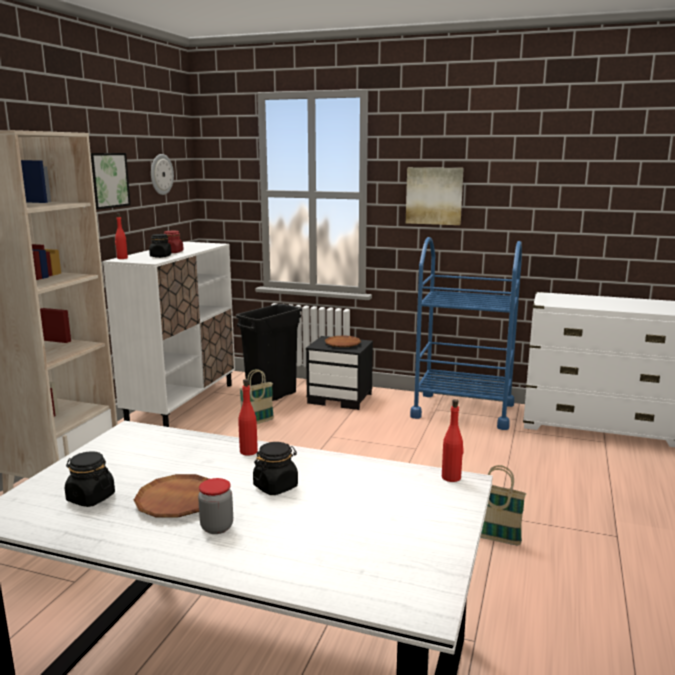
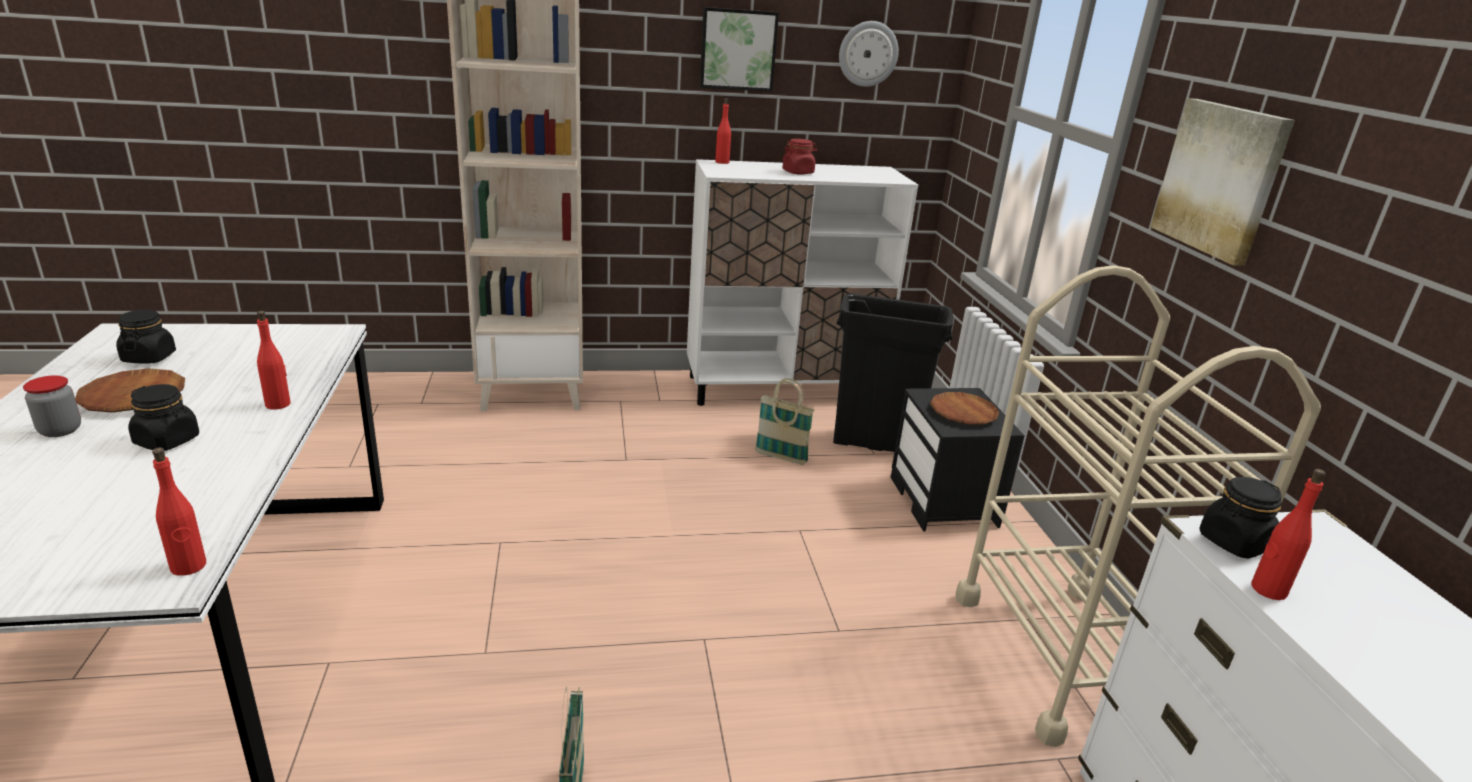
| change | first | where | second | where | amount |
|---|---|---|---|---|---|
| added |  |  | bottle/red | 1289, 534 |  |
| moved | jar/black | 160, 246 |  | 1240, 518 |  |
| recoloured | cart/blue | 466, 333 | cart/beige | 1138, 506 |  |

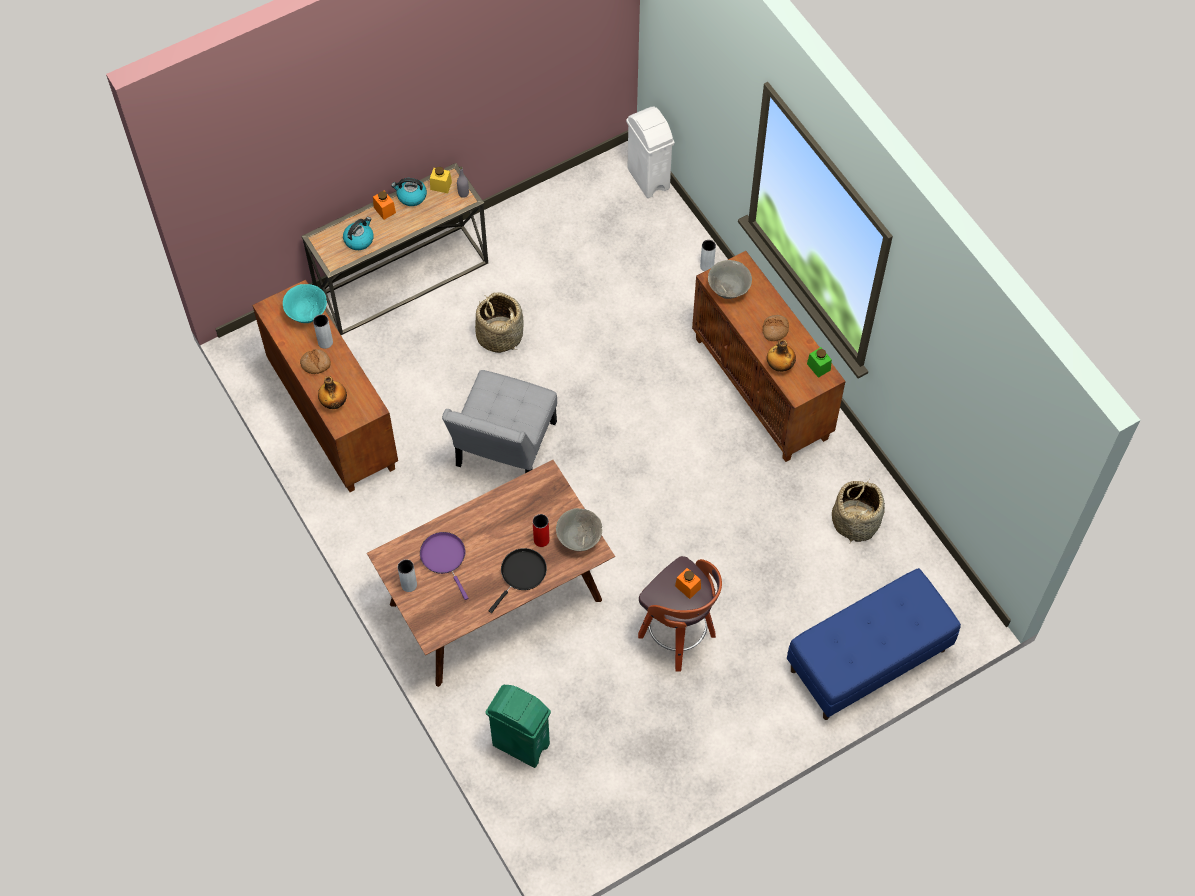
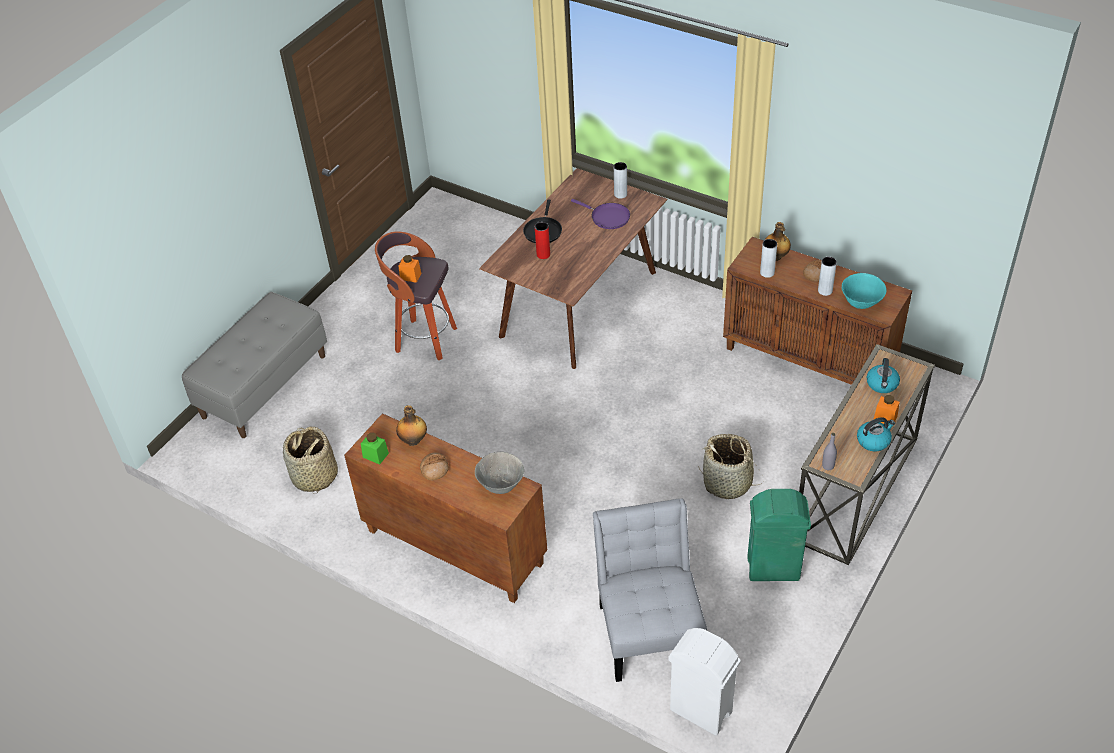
| change | first | where | second | where | amount |
|---|---|---|---|---|---|
| removed | jar/yellow | 441, 180 |  |  |  |
| removed | bowl/grey | 579, 529 |  |  |  |
| moved | chair/grey | 499, 421 |  | 650, 590 |  |
| moved | trash can/green | 518, 726 |  | 779, 535 |  |
| moved | vase/grey | 708, 255 |  | 768, 258 |  |
| recoloured | bench/blue | 874, 644 | bench/grey | 254, 365 |  |

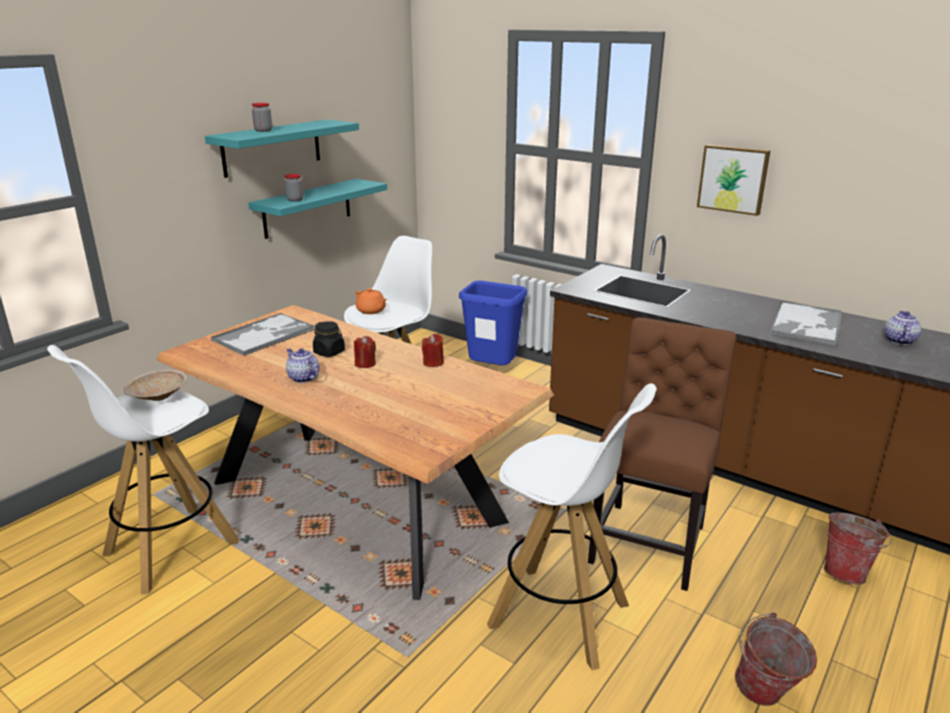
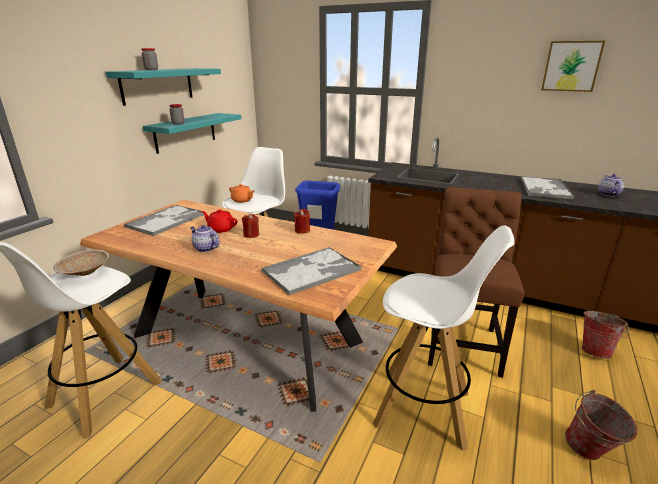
| change | first | where | second | where | amount |
|---|---|---|---|---|---|
| added |  |  | tray | 311, 271 |  |
| moved | picture | 733, 180 |  | 573, 66 |  |
| replaced | jar/black | 329, 339 | teapot/red | 219, 221 |  |

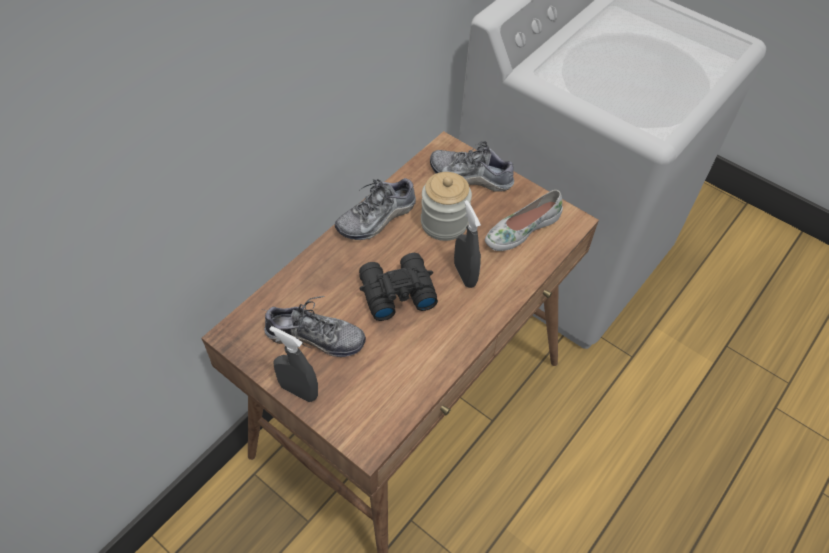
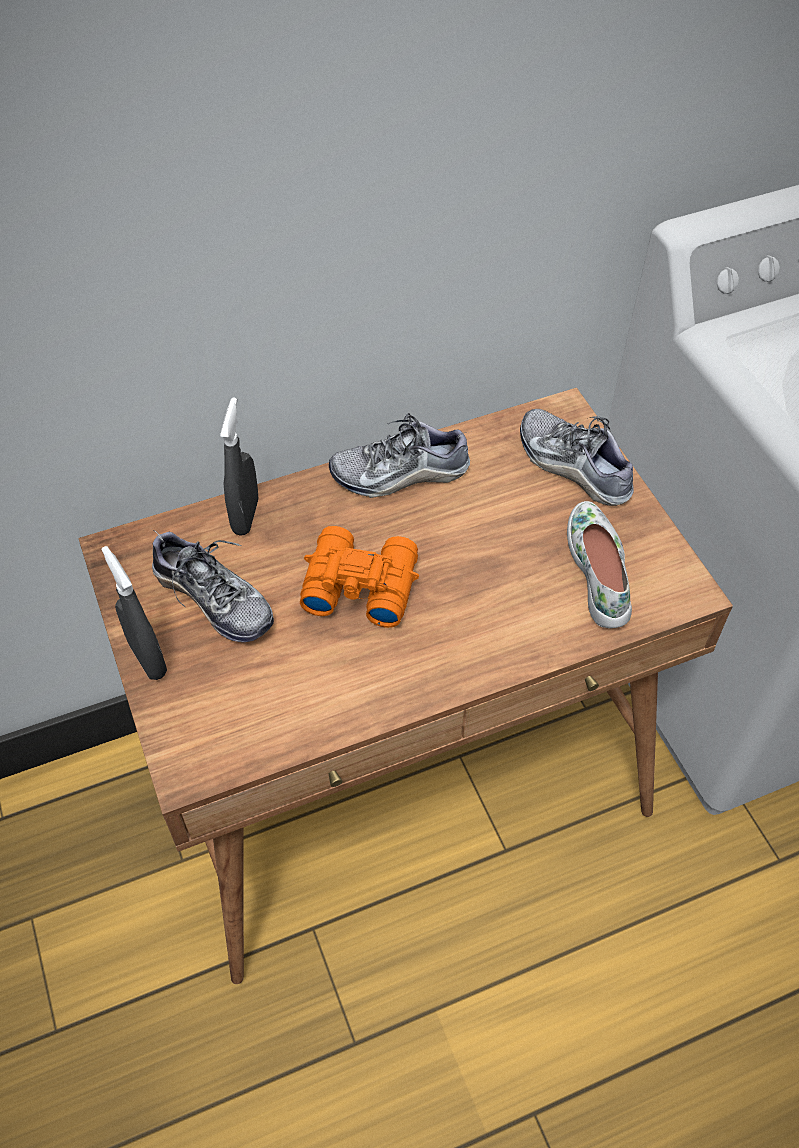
| change | first | where | second | where | amount |
|---|---|---|---|---|---|
| removed | jar | 446, 206 |  |  |  |
| moved | spray bottle/grey | 467, 244 |  | 239, 467 |  |
| recoloured | binoculars/black | 398, 287 | binoculars/orange | 359, 577 |  |
| turned | shoe/white | 524, 220 |  | 599, 564 | 90 degrees clockwise |

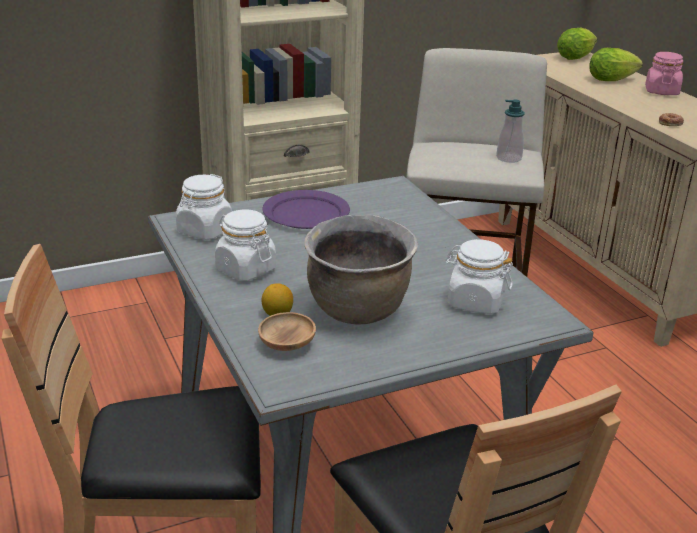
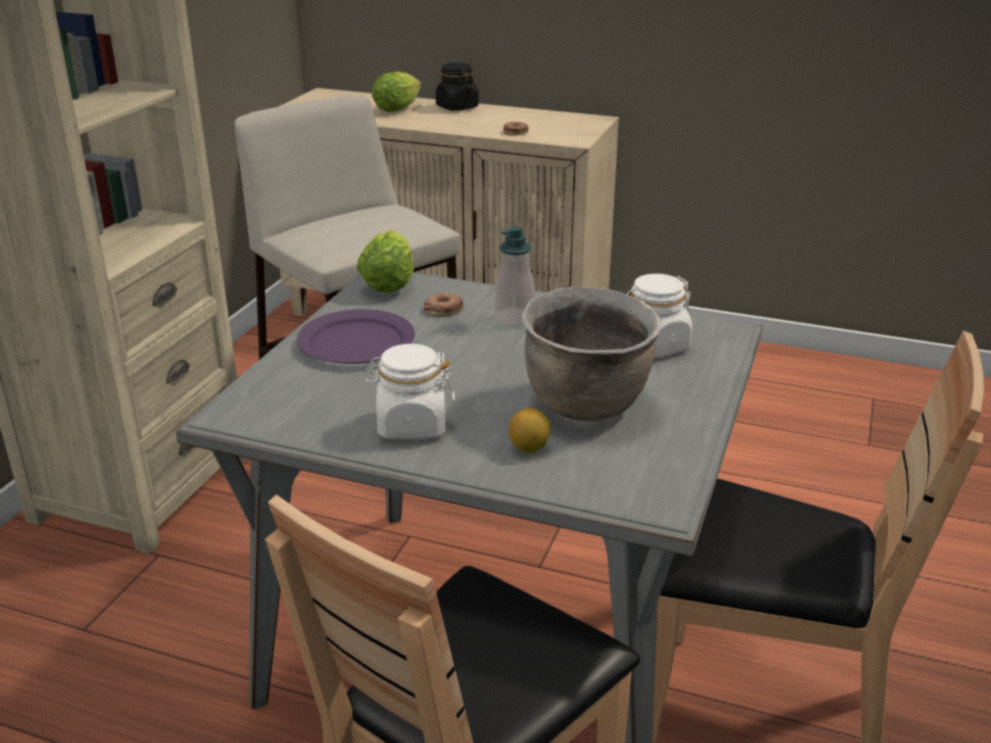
| change | first | where | second | where | amount |
|---|---|---|---|---|---|
| removed | jar/white | 204, 207 |  |  |  |
| removed | bowl/brown | 287, 331 |  |  |  |
| added |  |  | donut | 444, 304 |  |
| moved | soap dispenser | 510, 131 |  | 514, 276 |  |
| moved | lettuce | 577, 44 |  | 385, 261 |  |
| recoloured | jar/pink | 664, 73 | jar/black | 457, 86 |  |

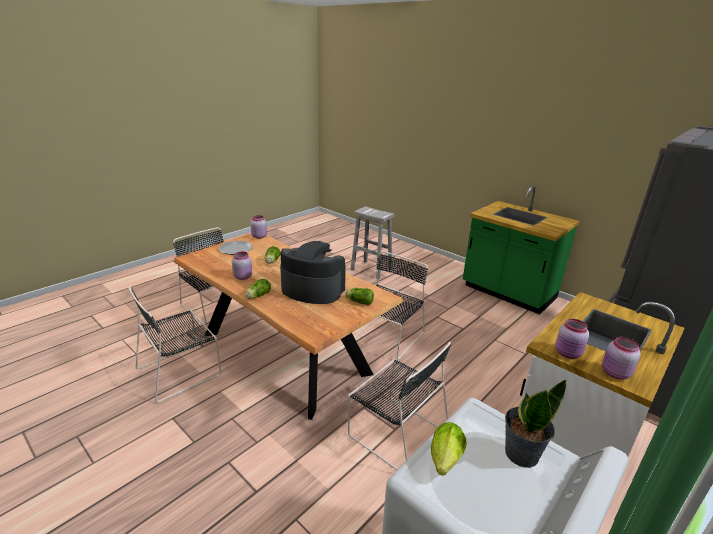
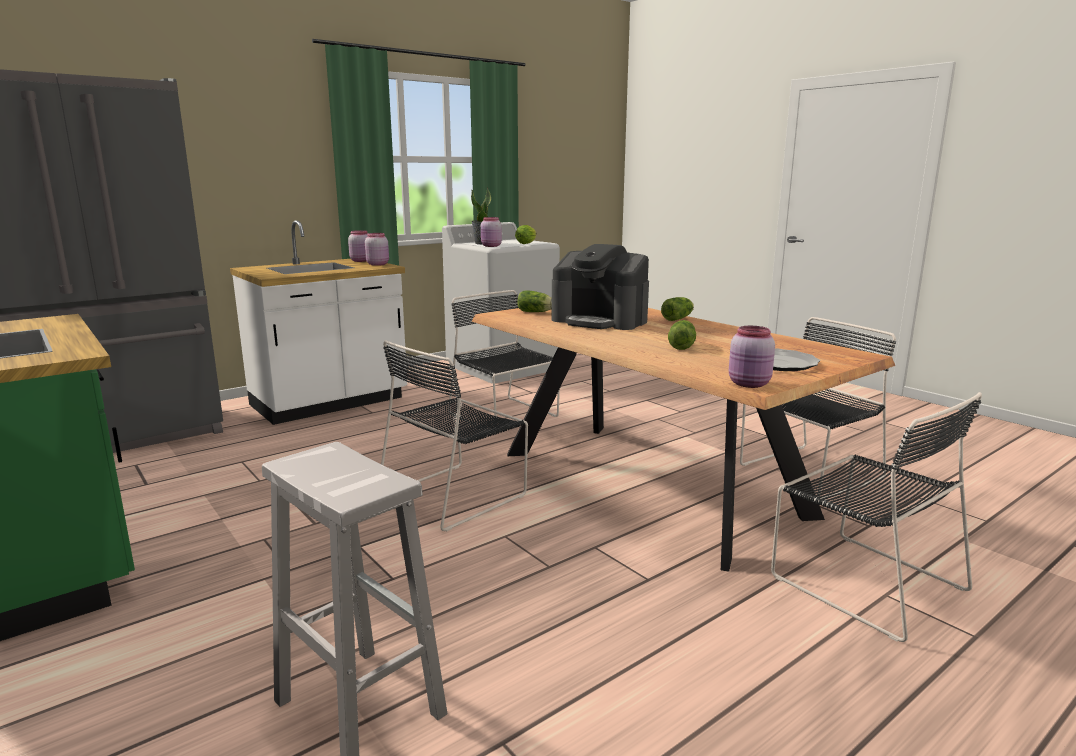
| change | first | where | second | where | amount |
|---|---|---|---|---|---|
| moved | jar/pink | 242, 266 |  | 491, 232 |  |

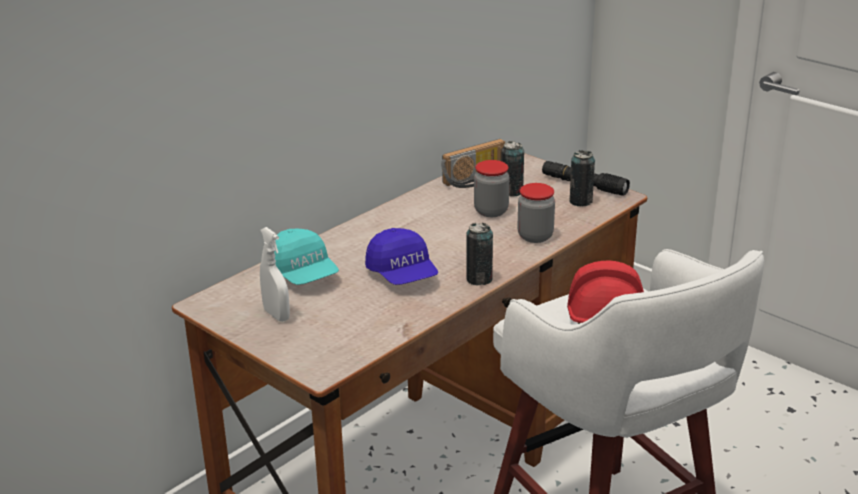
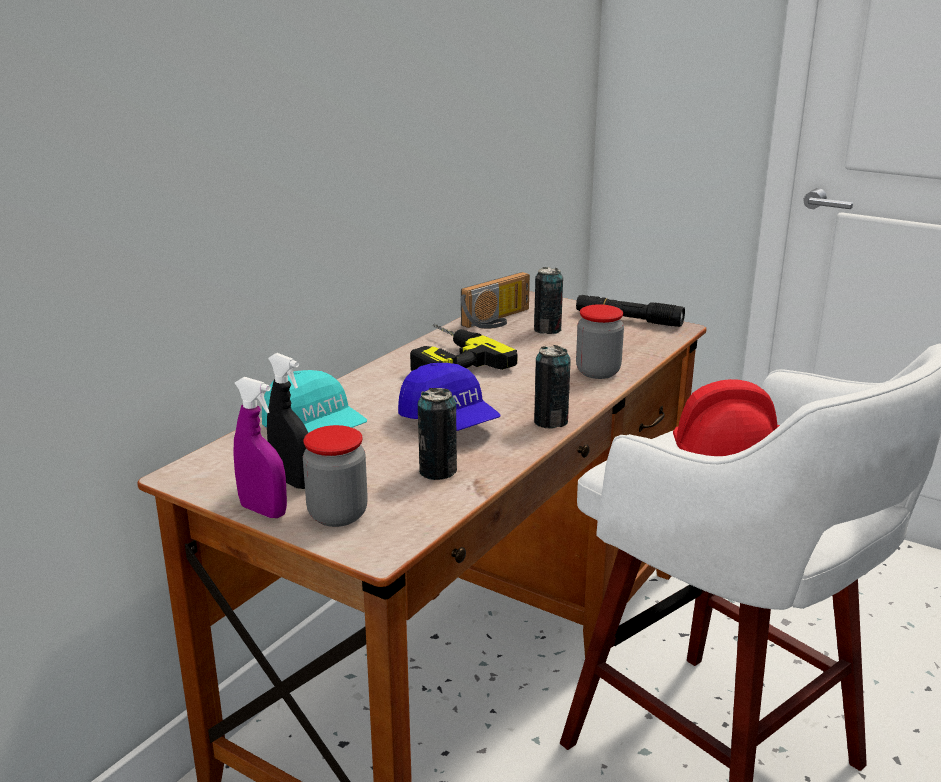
| change | first | where | second | where | amount |
|---|---|---|---|---|---|
| added |  |  | spray bottle/purple | 260, 447 |  |
| added |  |  | power drill | 464, 347 |  |
| moved | jar | 491, 188 |  | 335, 476 |  |
| moved | can | 582, 178 |  | 437, 434 |  |
| recoloured | spray bottle/white | 275, 274 | spray bottle/black | 287, 421 |  |

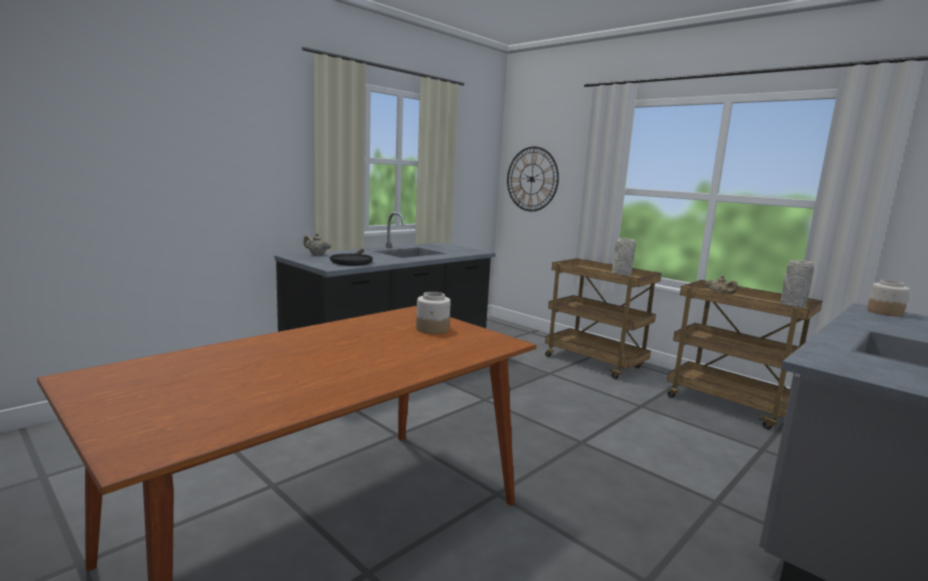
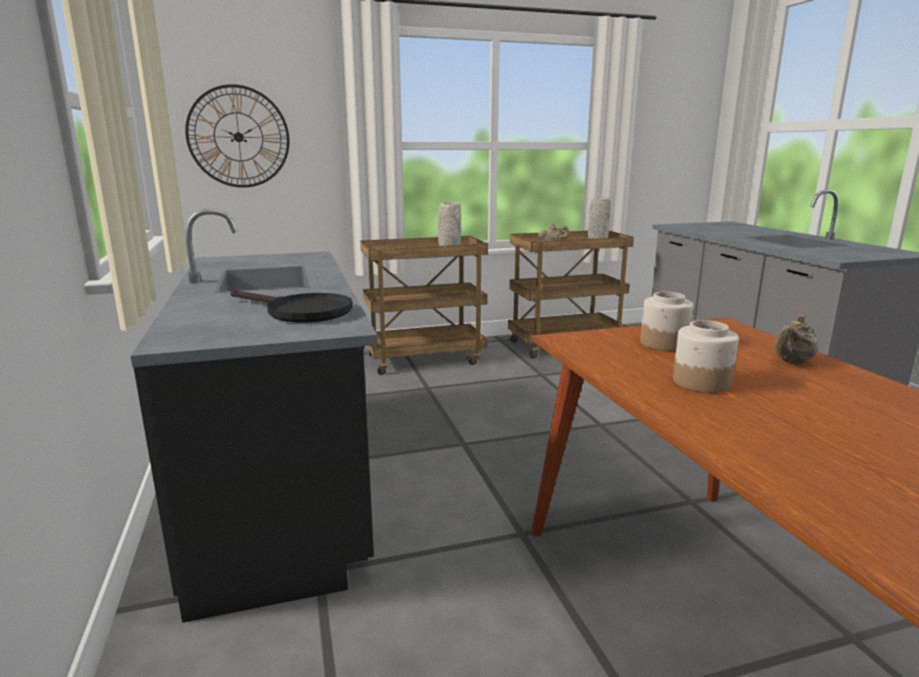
| change | first | where | second | where | amount |
|---|---|---|---|---|---|
| moved | teapot/beige | 317, 244 |  | 795, 339 |  |
| moved | jar | 888, 298 |  | 706, 356 |  |

